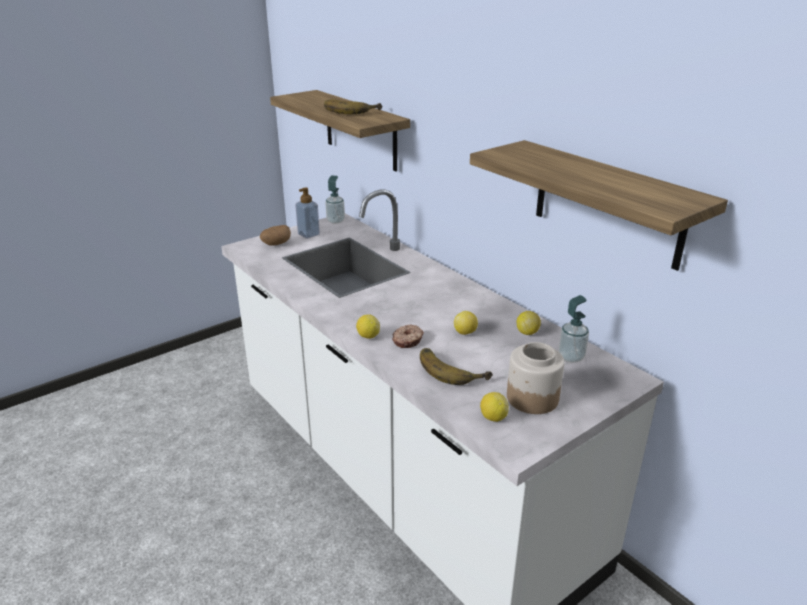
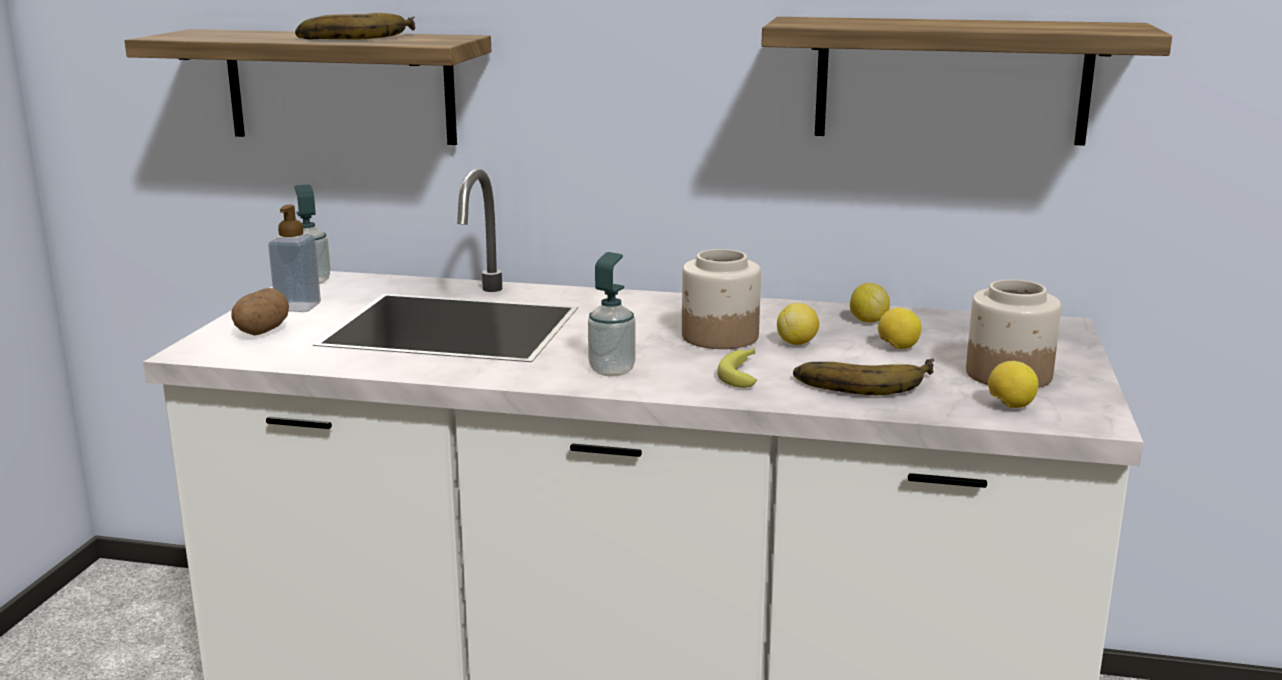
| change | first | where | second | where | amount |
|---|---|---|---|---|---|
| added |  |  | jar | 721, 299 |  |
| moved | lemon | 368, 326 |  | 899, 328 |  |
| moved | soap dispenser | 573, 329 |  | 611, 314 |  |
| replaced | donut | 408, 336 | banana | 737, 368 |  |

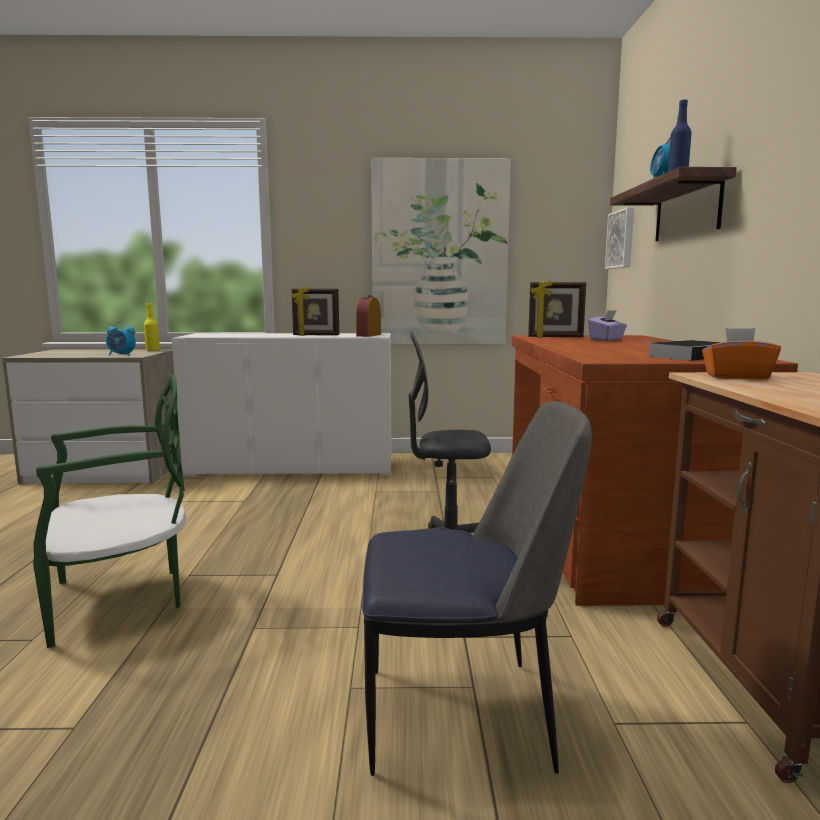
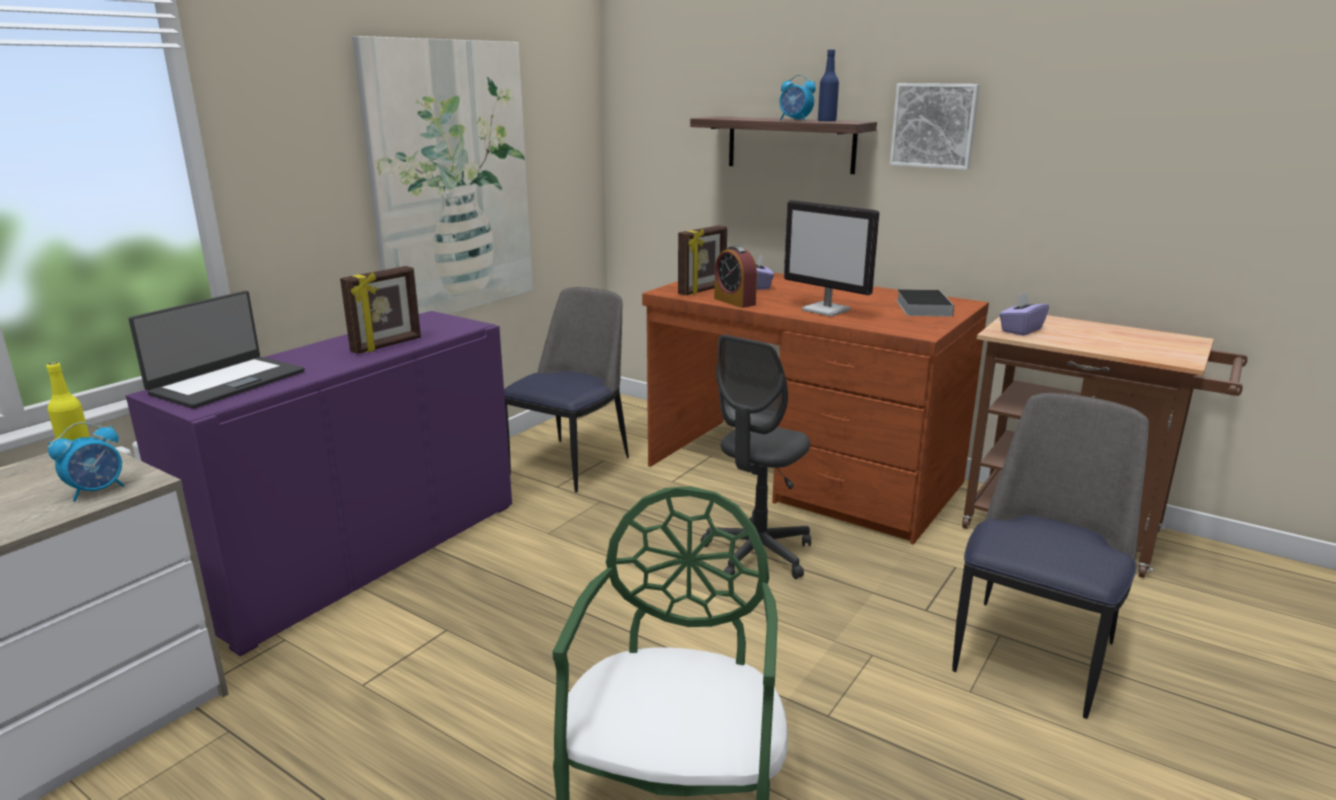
| change | first | where | second | where | amount |
|---|---|---|---|---|---|
| added |  |  | laptop | 217, 350 |  |
| added |  |  | chair | 566, 390 |  |
| added |  |  | monitor | 831, 258 |  |
| moved | alarm clock | 368, 316 |  | 735, 277 |  |
| moved | picture | 619, 238 |  | 935, 126 |  |
| recoloured | cabinet/white | 282, 405 | cabinet/purple | 319, 483 |  |
| recoloured | tissue box/orange | 741, 354 | tissue box/purple | 1024, 314 |  |

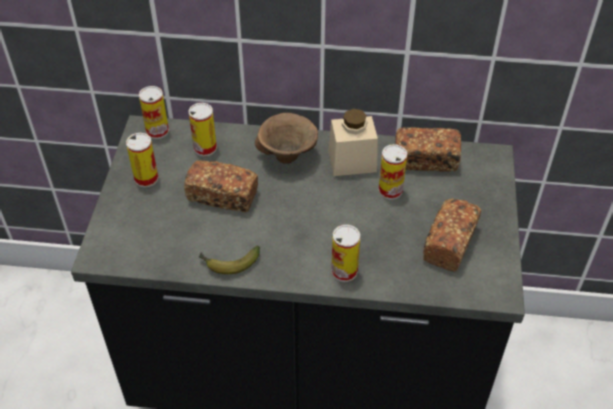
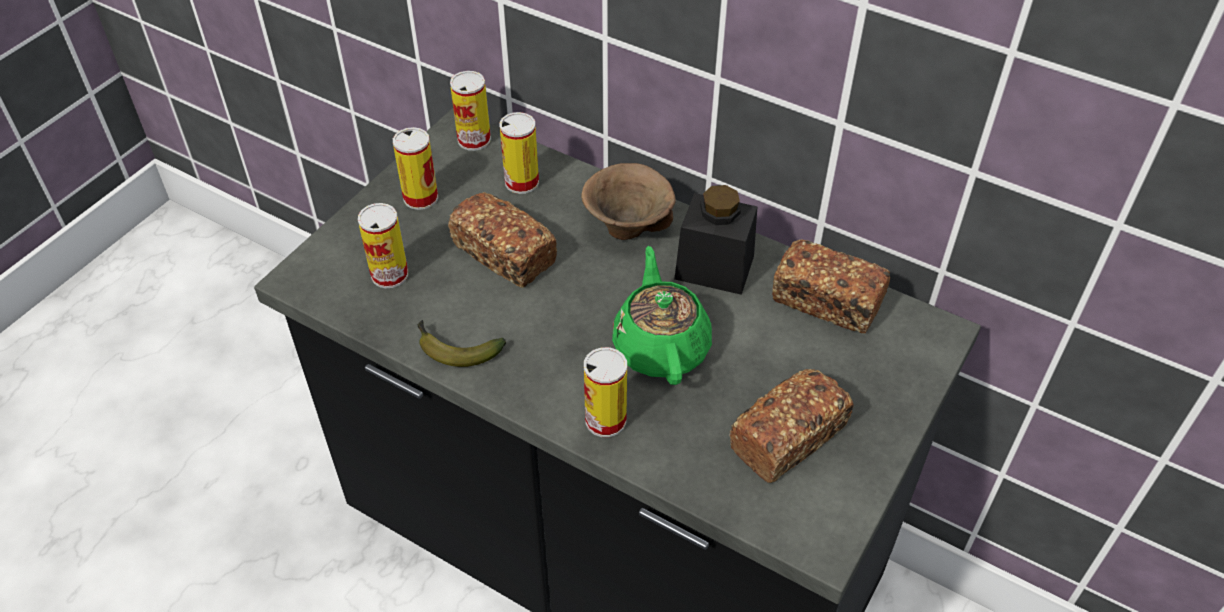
| change | first | where | second | where | amount |
|---|---|---|---|---|---|
| added |  |  | teapot/green | 662, 315 |  |
| moved | can | 393, 172 |  | 383, 245 |  |
| recoloured | jar/beige | 353, 142 | jar/black | 716, 240 |  |

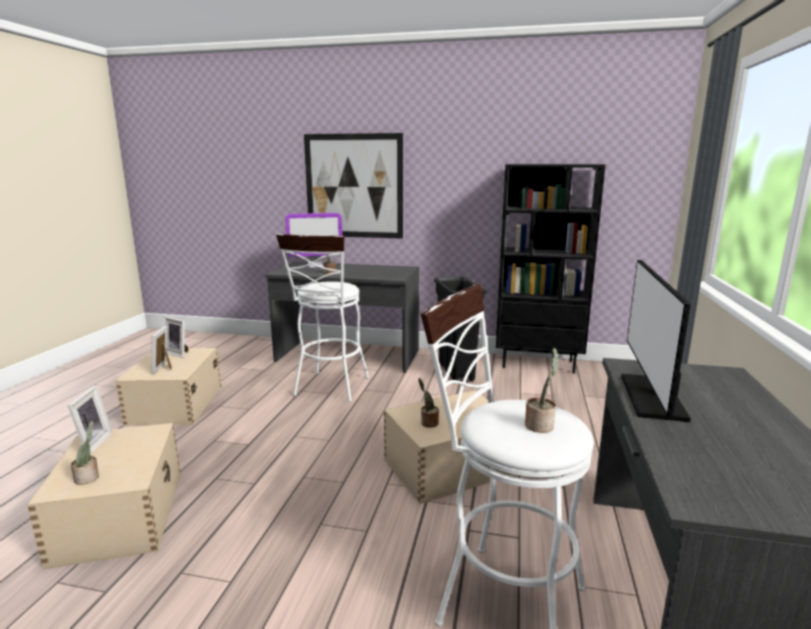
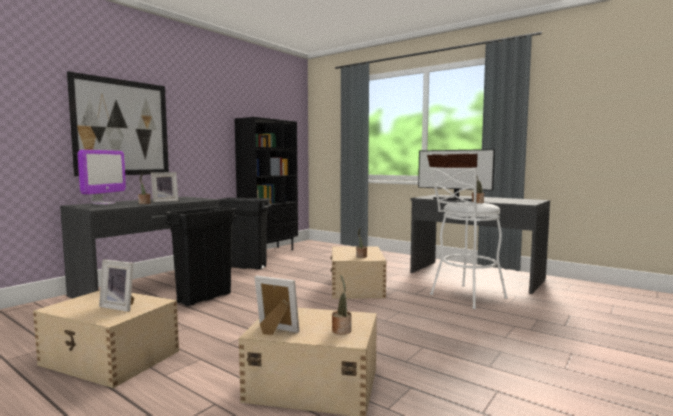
| change | first | where | second | where | amount |
|---|---|---|---|---|---|
| moved | picture frame | 176, 337 |  | 164, 187 |  |
| replaced | stool/white | 323, 318 | trash can/black | 200, 256 |  |

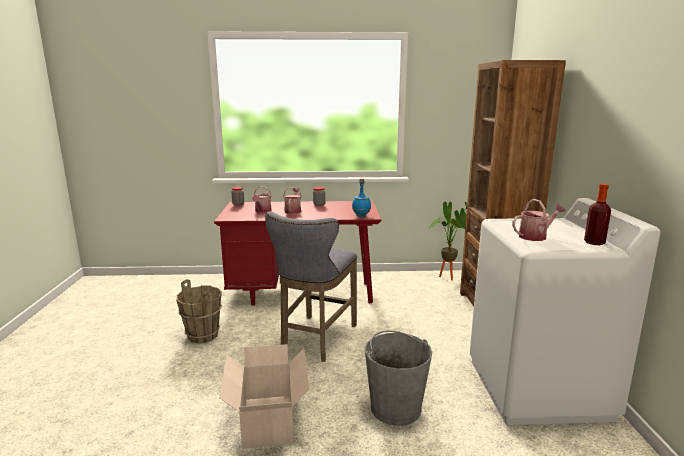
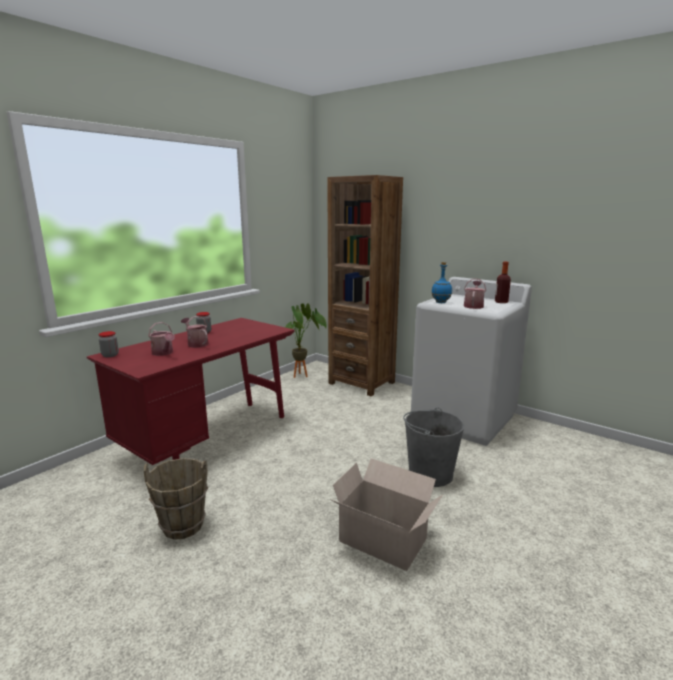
| change | first | where | second | where | amount |
|---|---|---|---|---|---|
| removed | stool/grey | 311, 286 |  |  |  |
| moved | bottle/blue | 361, 197 |  | 441, 282 |  |

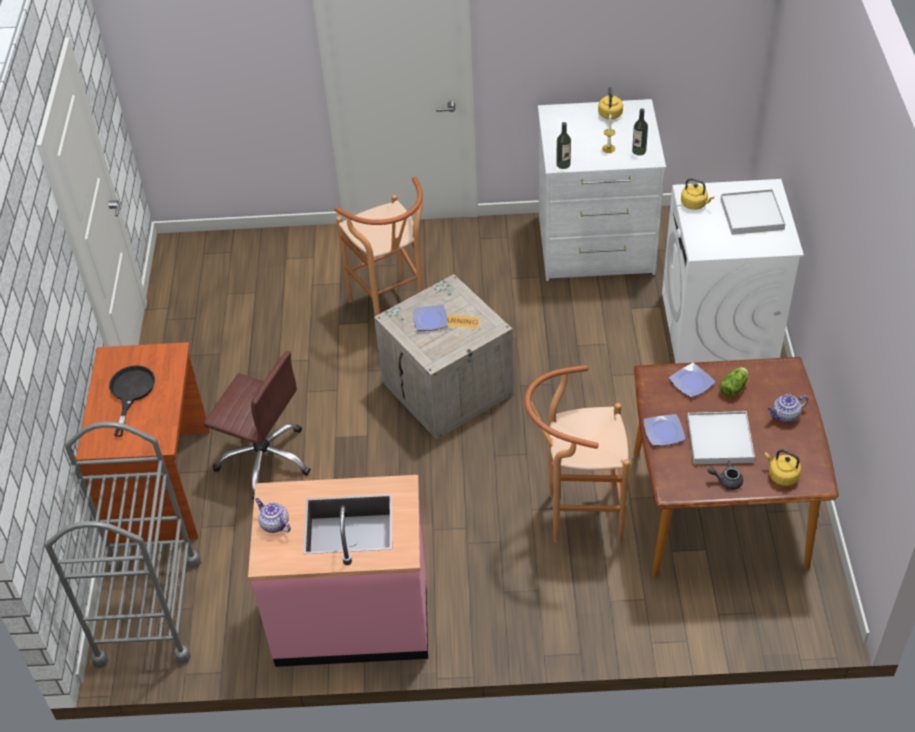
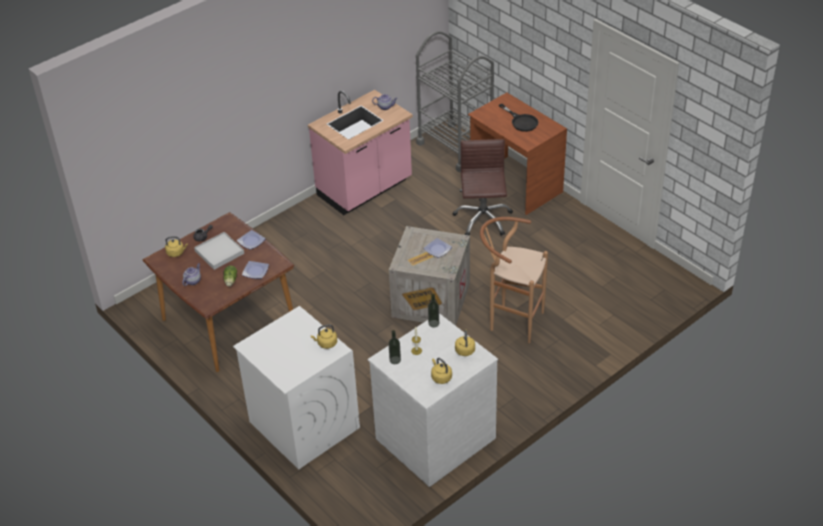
| change | first | where | second | where | amount |
|---|---|---|---|---|---|
| removed | stool/brown | 577, 454 |  |  |  |
| removed | tray/white | 753, 212 |  |  |  |
| added |  |  | kettle/yellow | 465, 343 |  |
| turned | office chair/brown | 257, 425 |  | 483, 187 | 105 degrees clockwise |

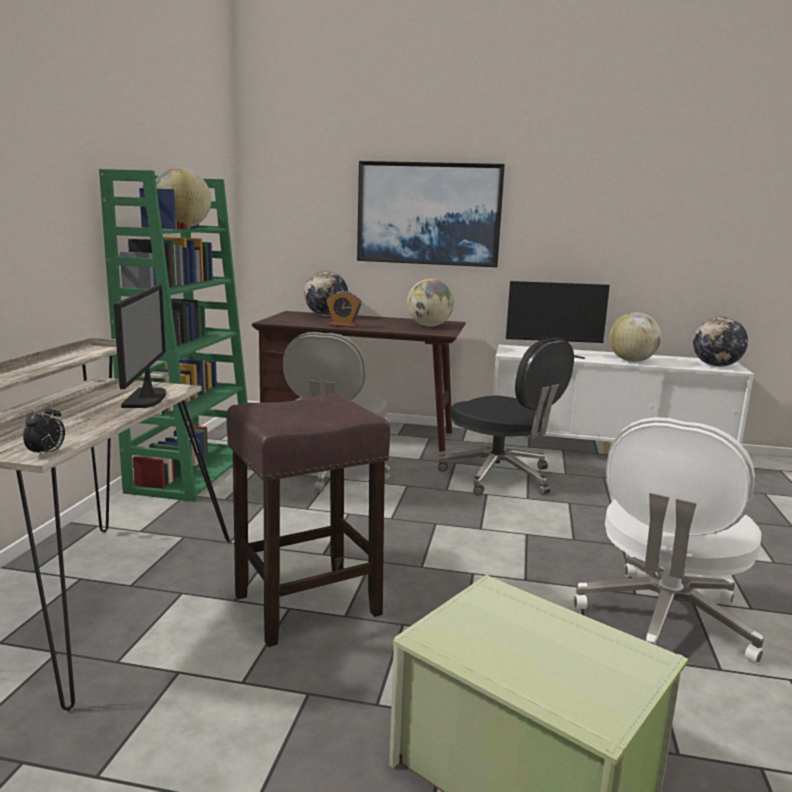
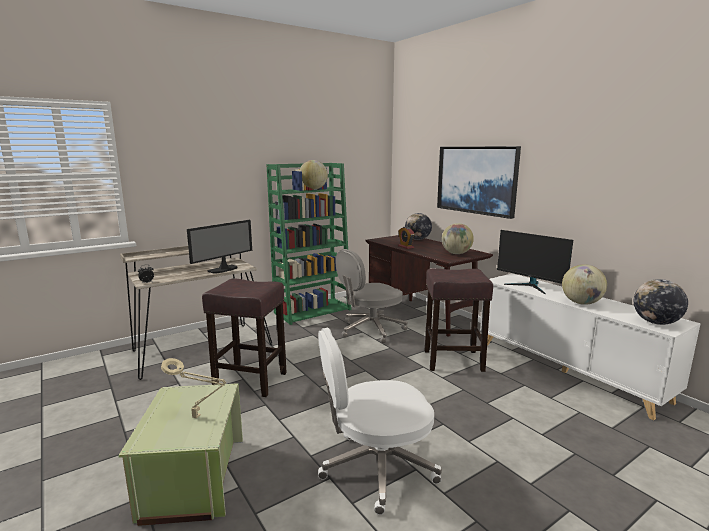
| change | first | where | second | where | amount |
|---|---|---|---|---|---|
| added |  |  | table lamp/beige | 193, 388 |  |
| replaced | office chair/black | 506, 416 | stool/brown | 459, 320 |  |

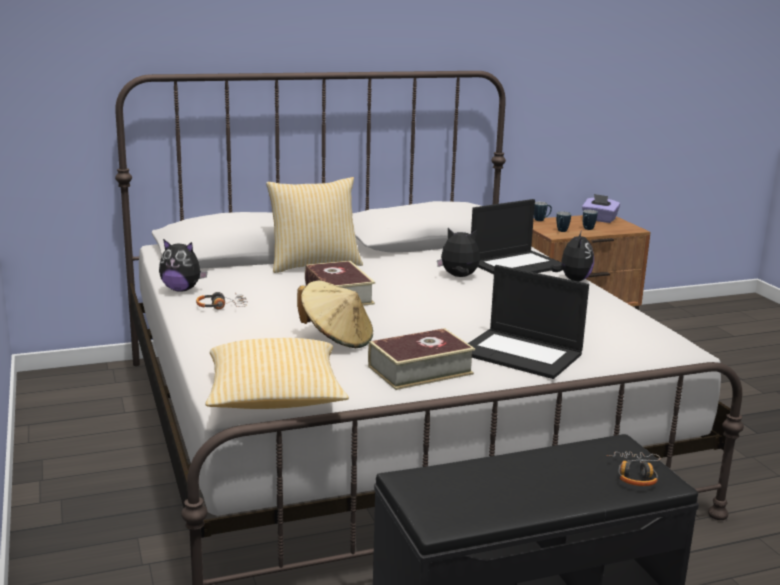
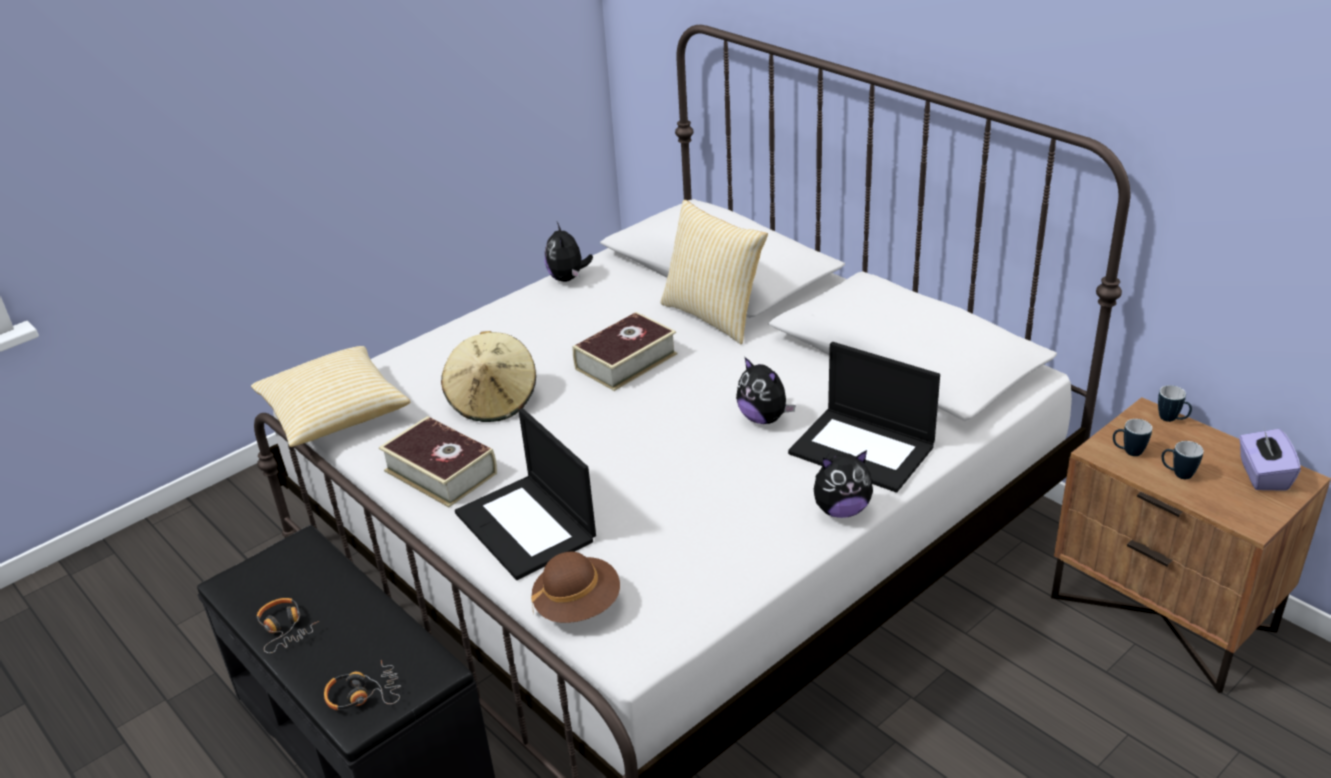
| change | first | where | second | where | amount |
|---|---|---|---|---|---|
| added |  |  | hat/brown | 575, 587 |  |
| moved | headphones | 222, 300 |  | 288, 625 |  |
| turned | plush toy | 458, 252 |  | 766, 390 | 150 degrees clockwise |
| turned | laptop | 528, 322 |  | 525, 494 | 45 degrees counterclockwise |

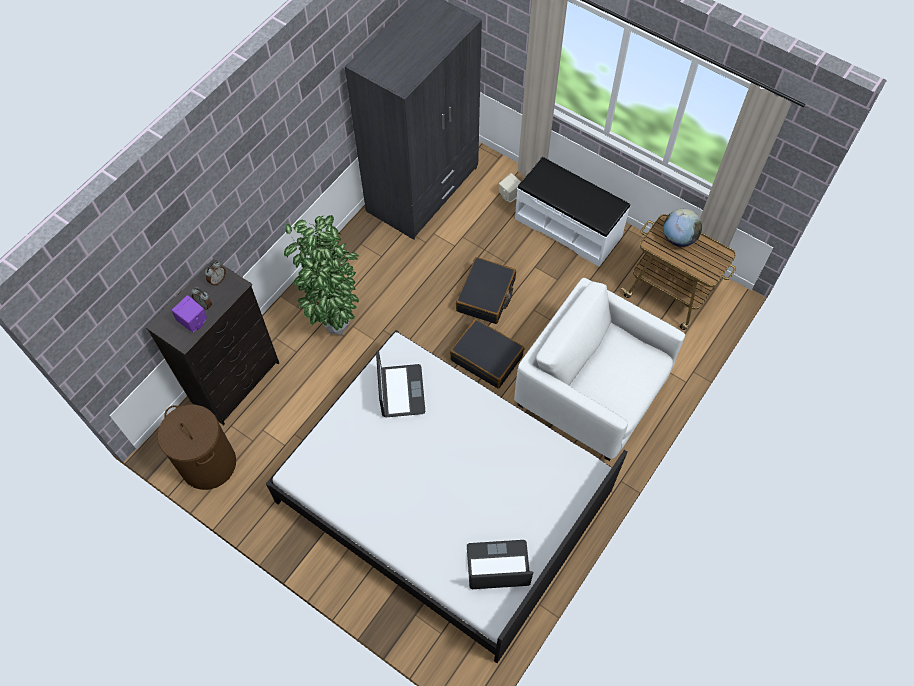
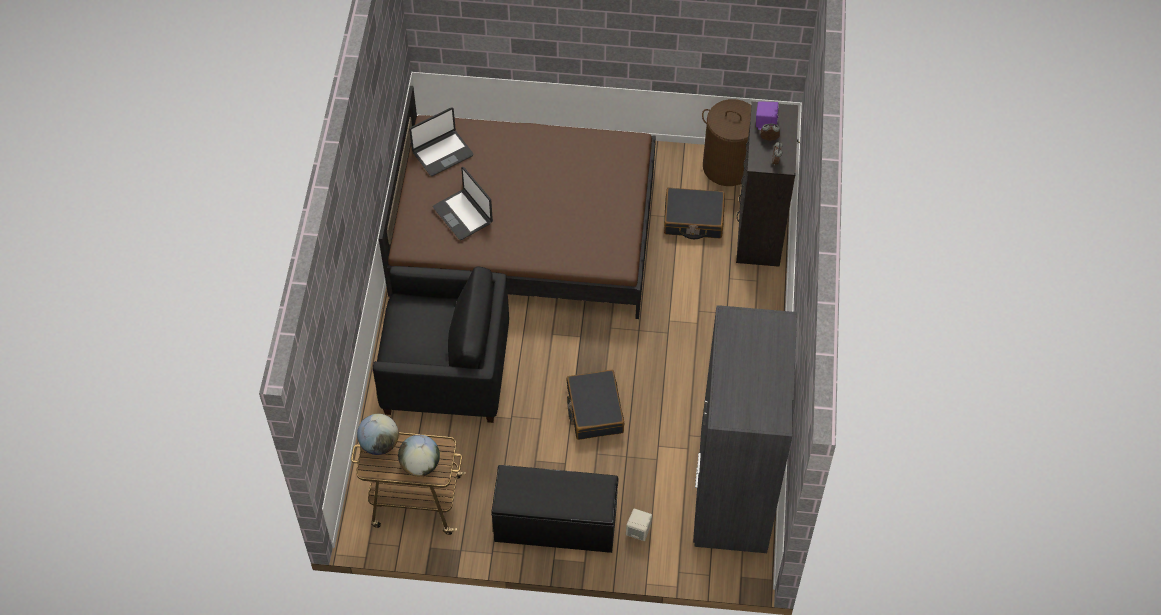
| change | first | where | second | where | amount |
|---|---|---|---|---|---|
| removed | potted plant | 321, 275 |  |  |  |
| added |  |  | globe | 378, 434 |  |
| moved | laptop | 400, 383 |  | 463, 203 |  |
| moved | suitcase/black | 487, 354 |  | 694, 213 |  |
| recoloured | bed/white | 446, 496 | bed/brown | 517, 202 |  |
| recoloured | armchair/white | 599, 369 | armchair/black | 441, 344 |  |
| recoloured | bench/white | 572, 212 | bench/black | 555, 509 |  |

